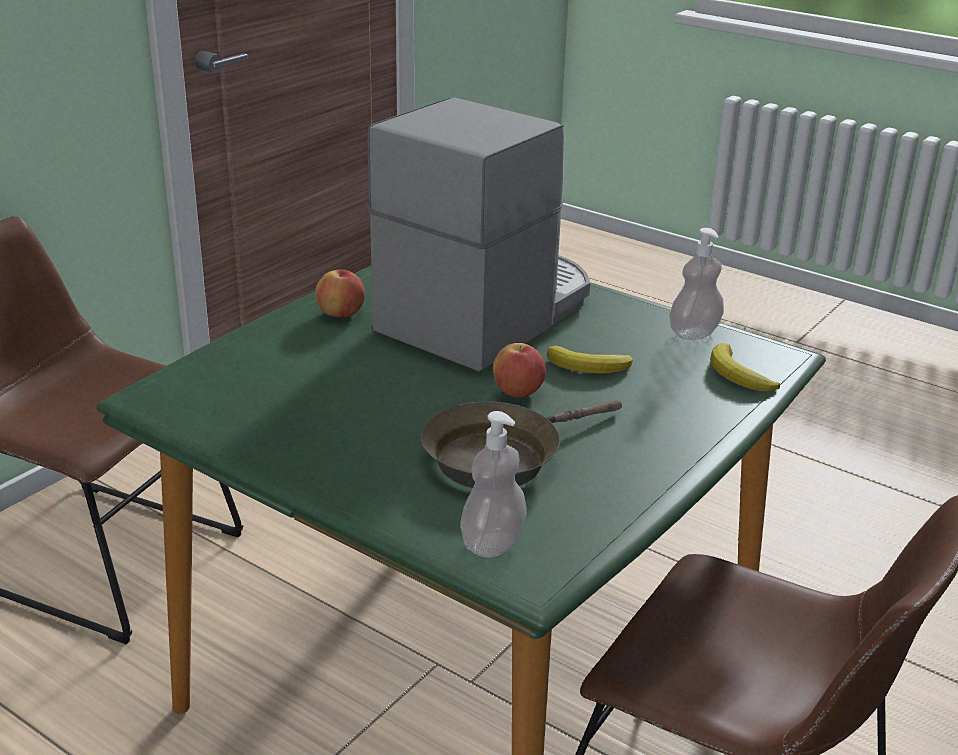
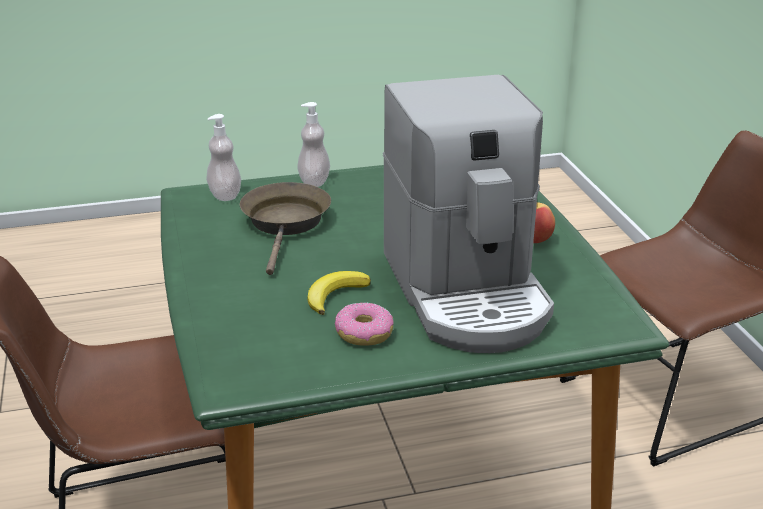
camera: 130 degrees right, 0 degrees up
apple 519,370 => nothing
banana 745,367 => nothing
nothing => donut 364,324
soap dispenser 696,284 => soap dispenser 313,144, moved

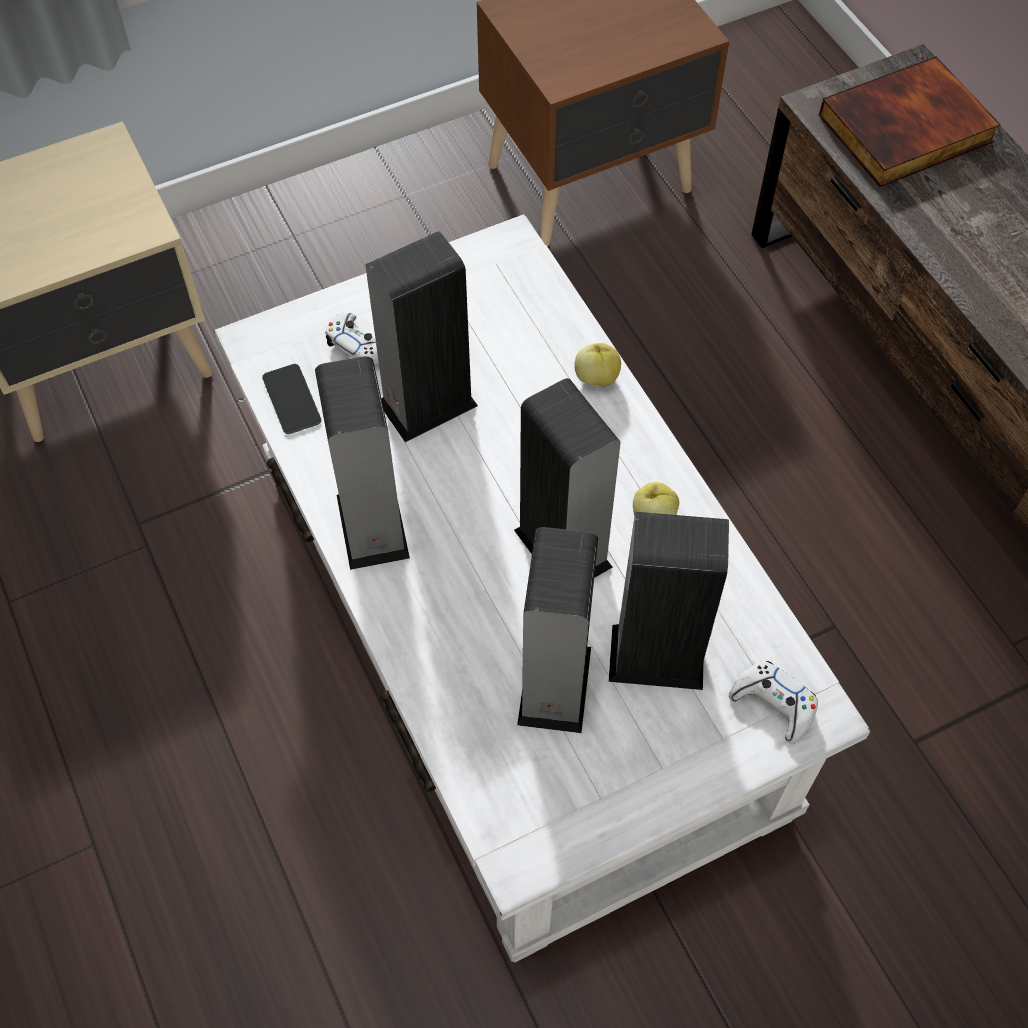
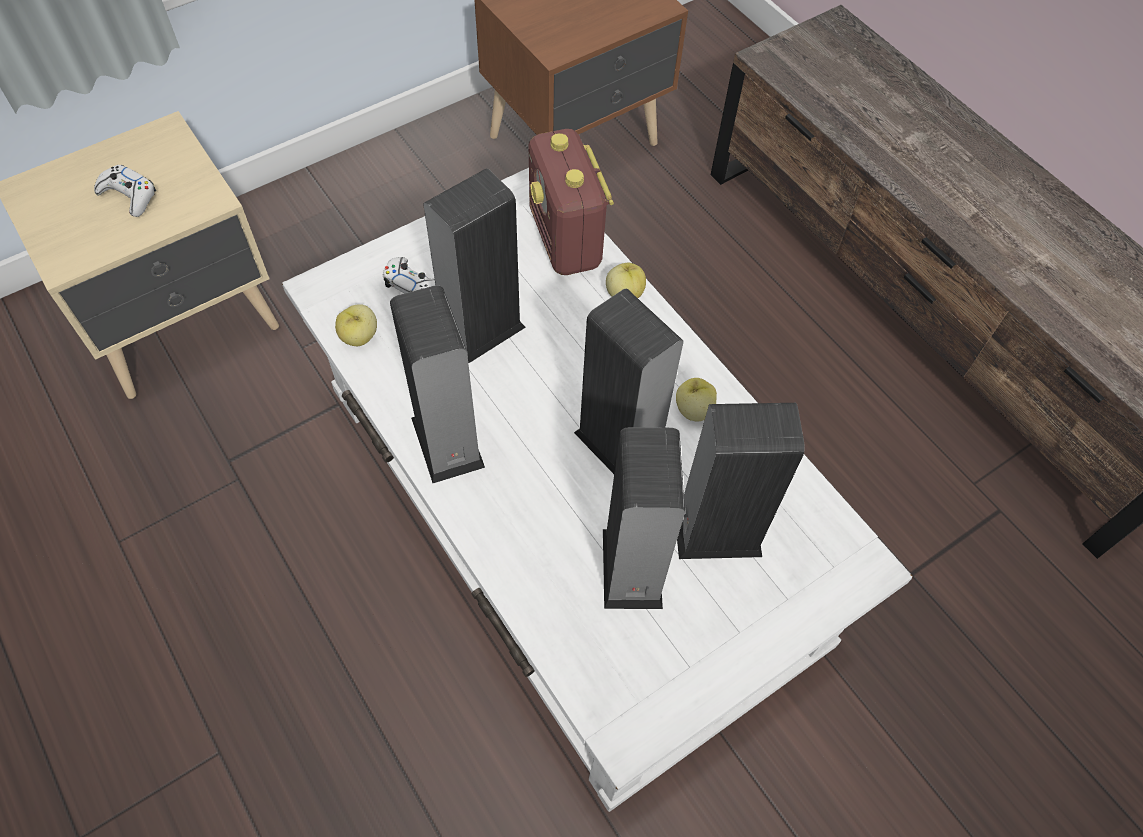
camera: 10 degrees left, 0 degrees up
book 910,121 => nothing
nothing => radio 571,202
game controller/white 773,702 => game controller/white 125,191, moved
phone 291,399 => apple 356,325

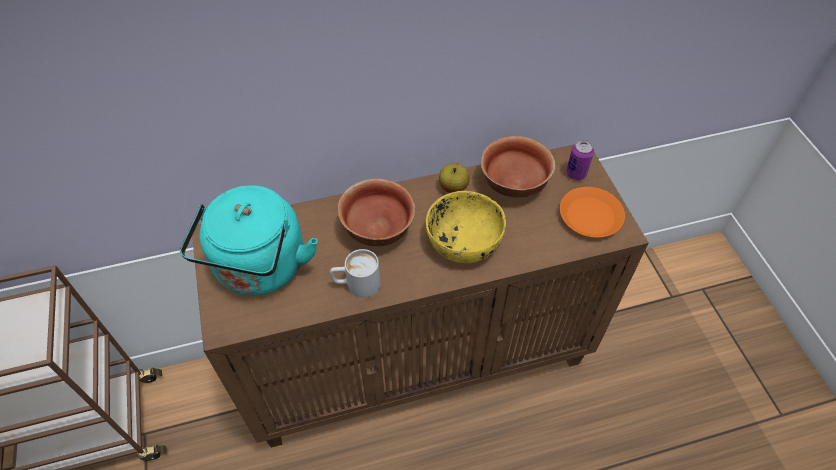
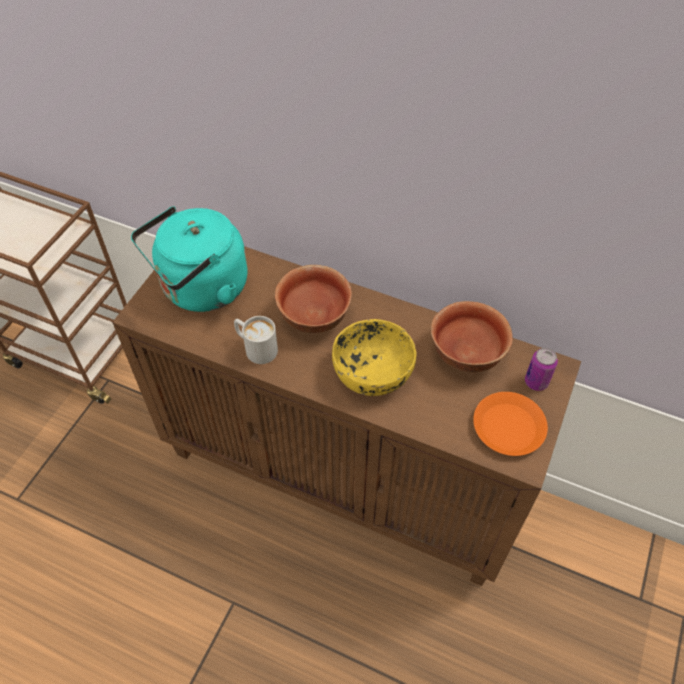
camera: 40 degrees right, 0 degrees up
apple 454,178 => nothing

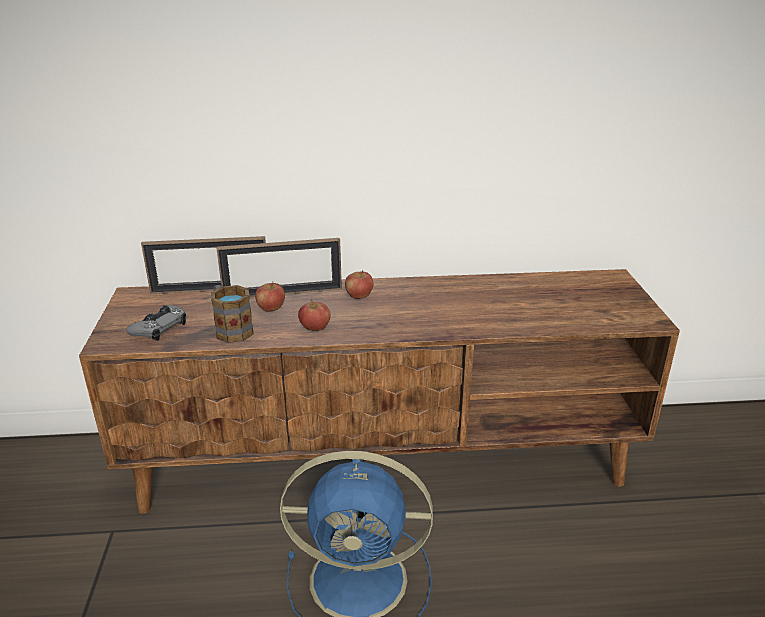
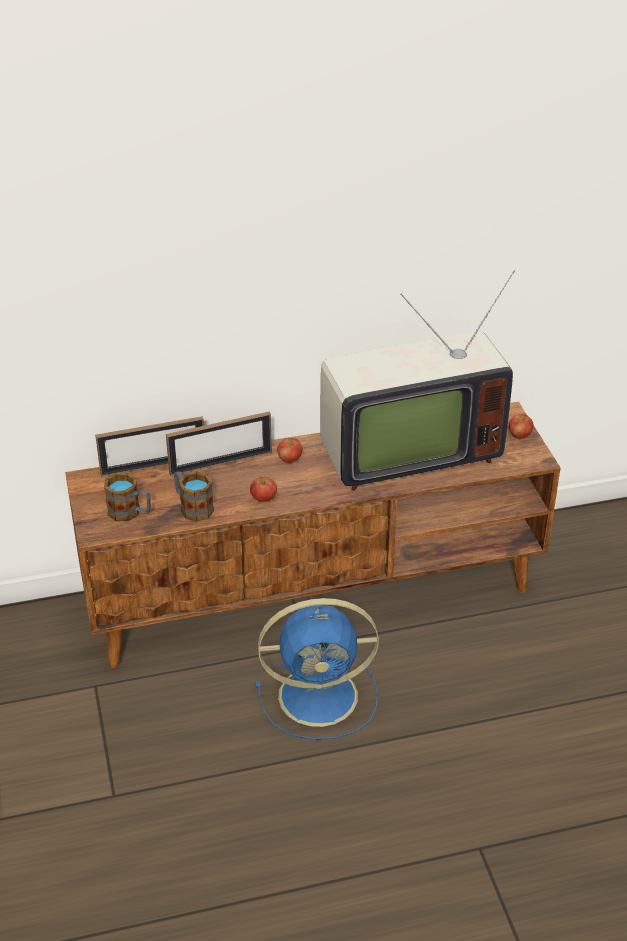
camera: 10 degrees left, 10 degrees up
nothing => television 418,380
apple 270,296 => apple 521,426, moved
game controller/grey 156,323 => mug 127,497

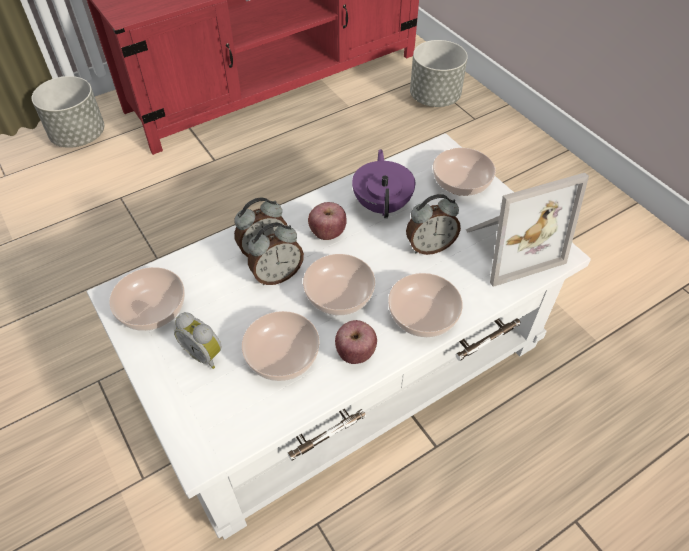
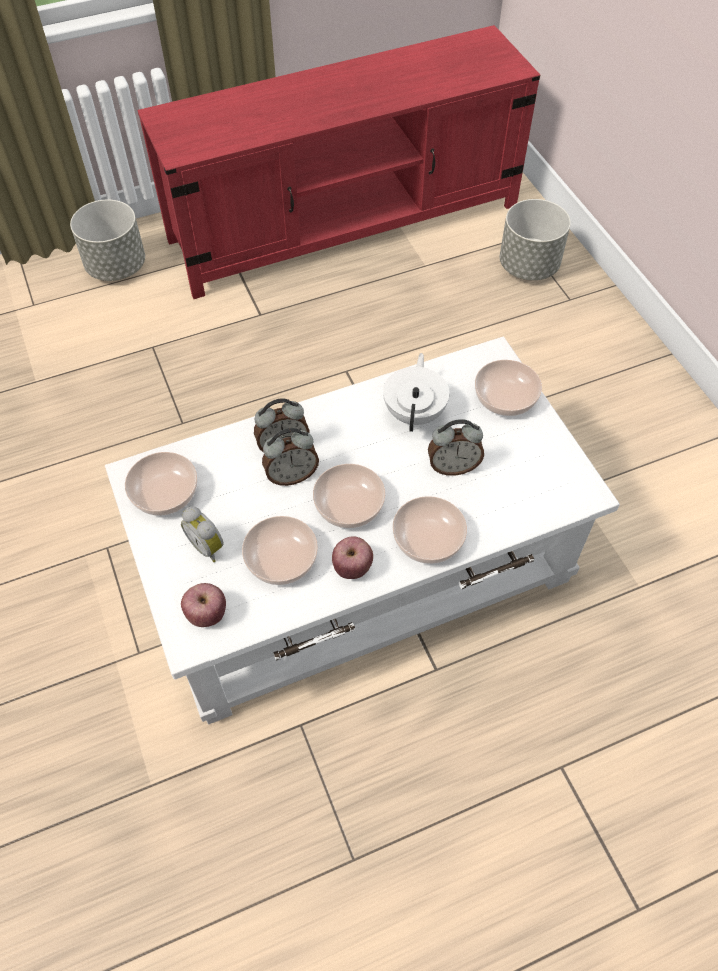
camera: 10 degrees right, 5 degrees up
picture frame 527,230 => nothing
apple 327,221 => apple 203,605, moved
teapot/purple 383,183 => teapot/white 416,392

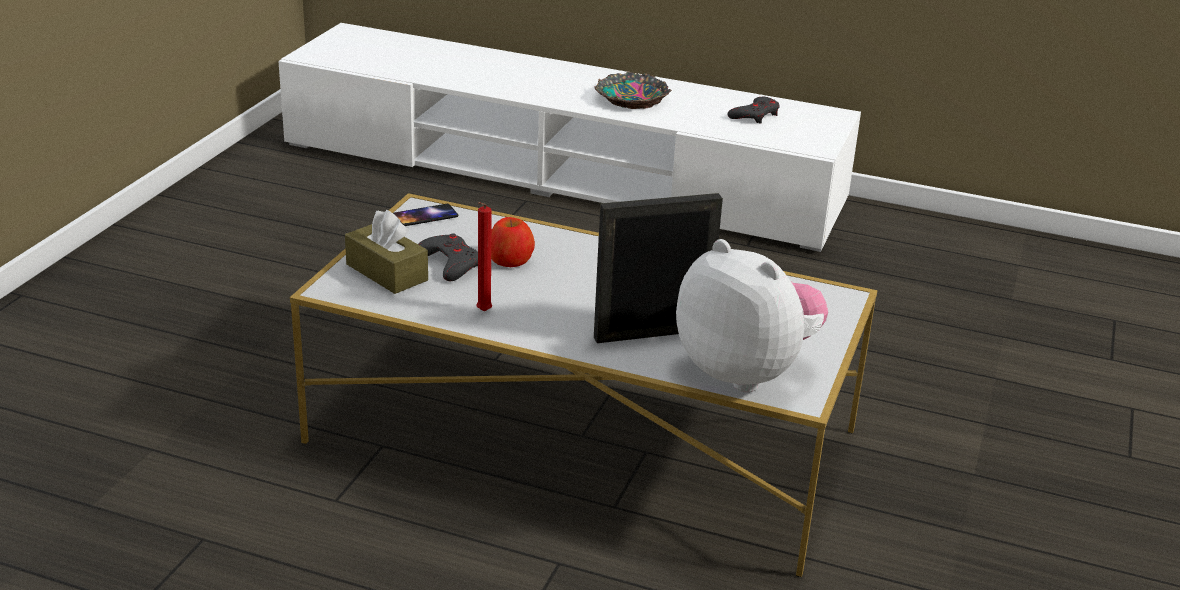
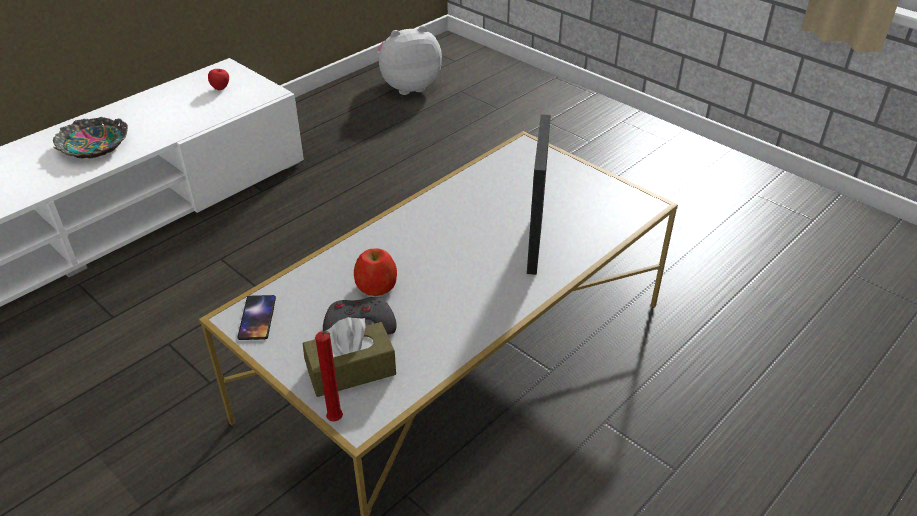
camera: 65 degrees left, 10 degrees up
game controller/grey 754,110 => nothing
nothing => apple 218,79
candle/red 484,257 => candle/red 329,376, moved
plush toy 752,316 => plush toy 409,60, moved

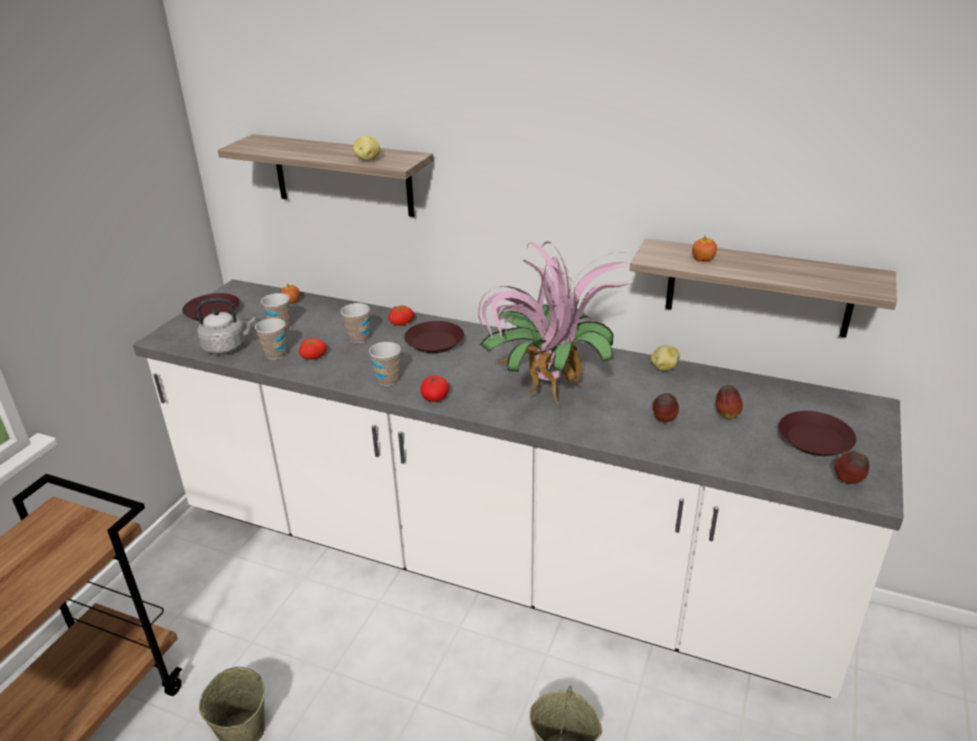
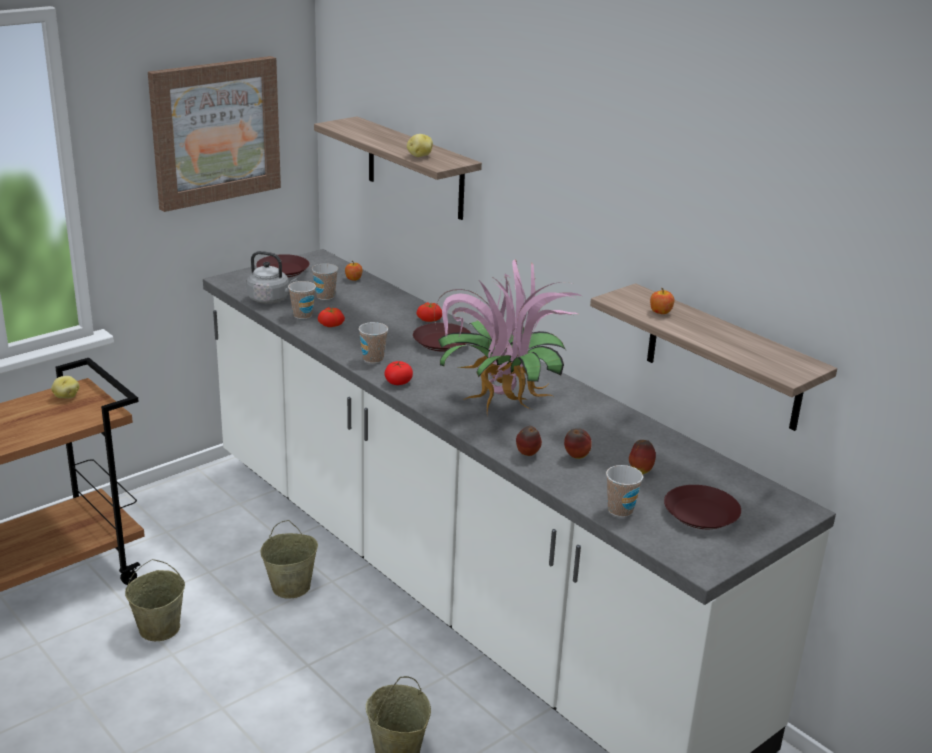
camera: 25 degrees right, 5 degrees down
nothing => picture 214,134
nothing => bucket/beige 289,559
cup 355,323 => cup 624,491, moved
potato 665,358 => potato 65,387, moved
apple 851,467 => apple 529,441, moved

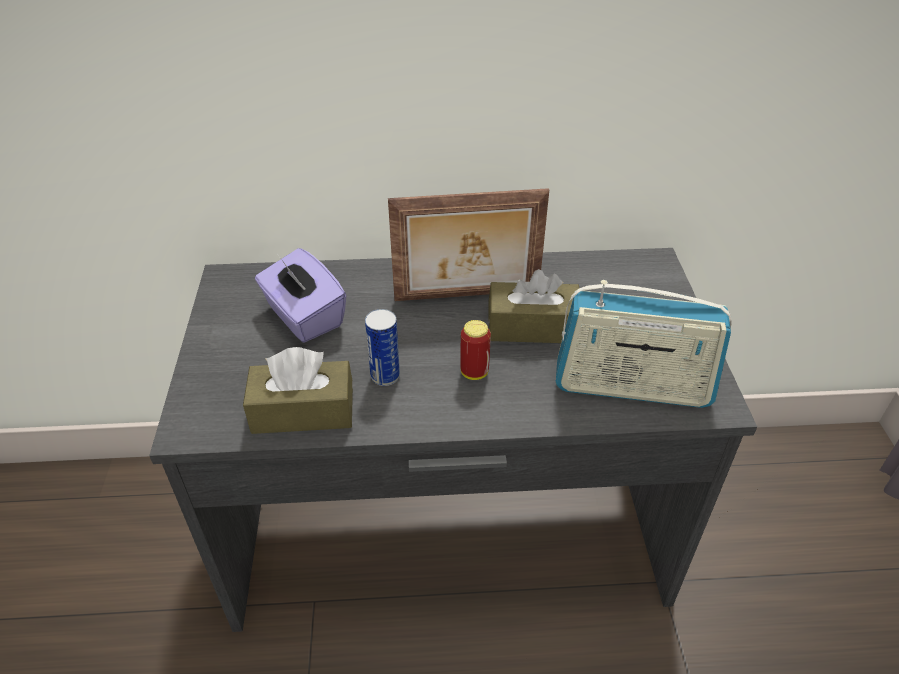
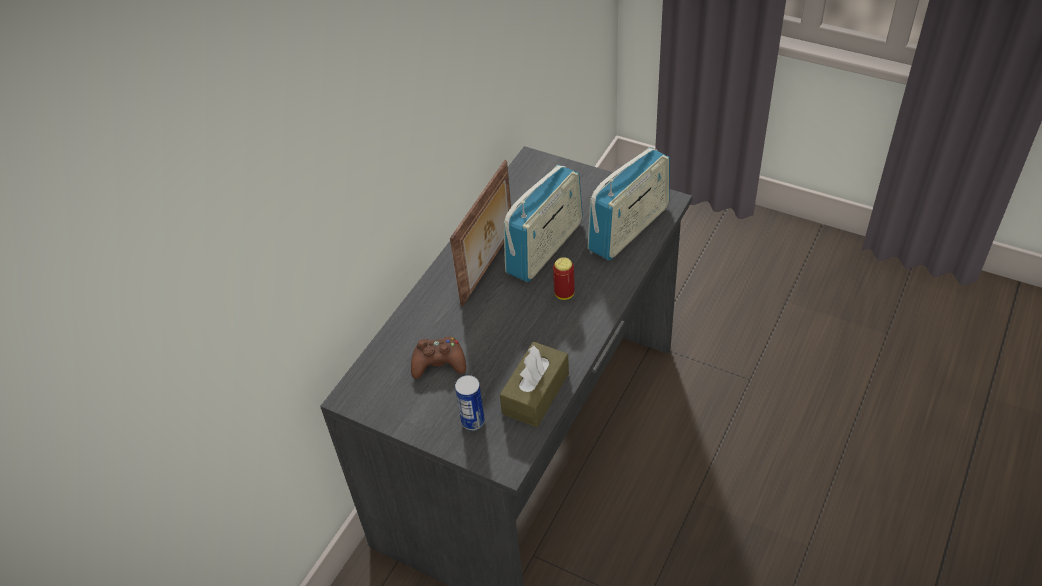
camera: 55 degrees left, 5 degrees up
can 382,347 => can 470,403, moved
tissue box/purple 301,295 => game controller/brown 438,358
tissue box/brown 533,306 => radio 543,223

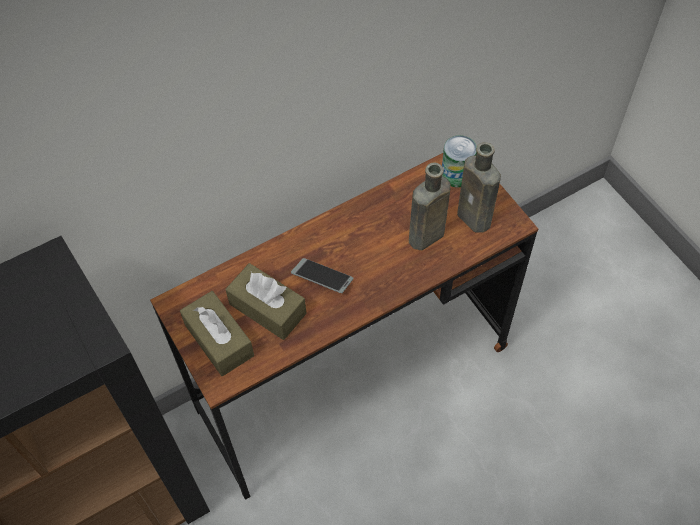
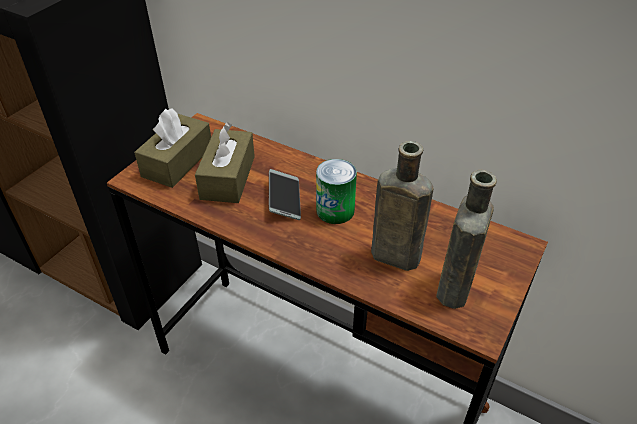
camera: 60 degrees right, 15 degrees down
can 459,161 => can 336,191, moved

